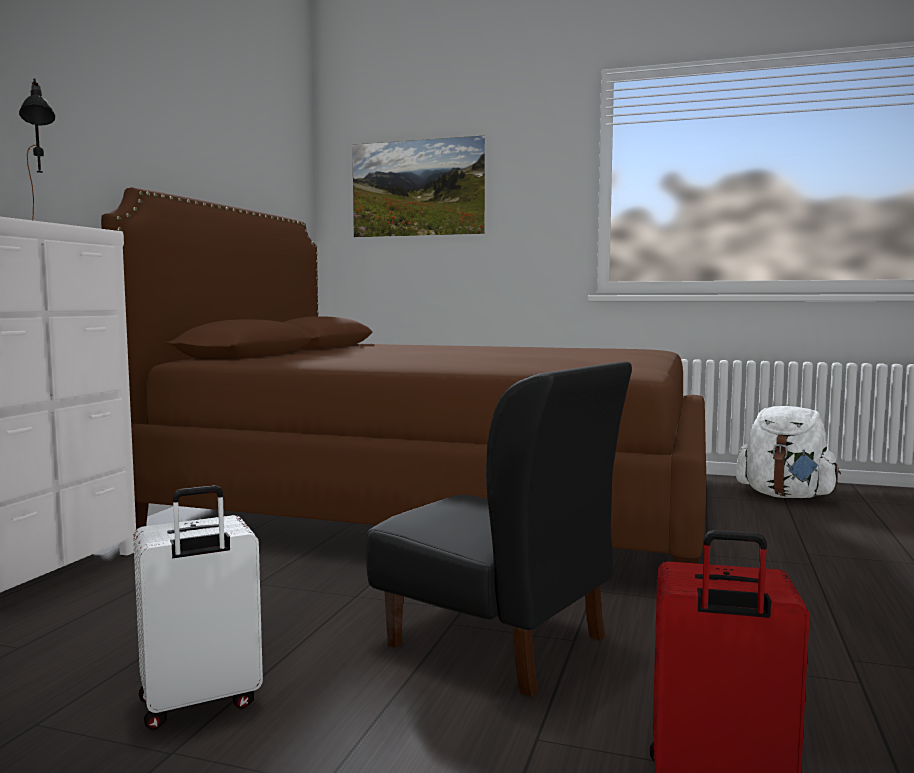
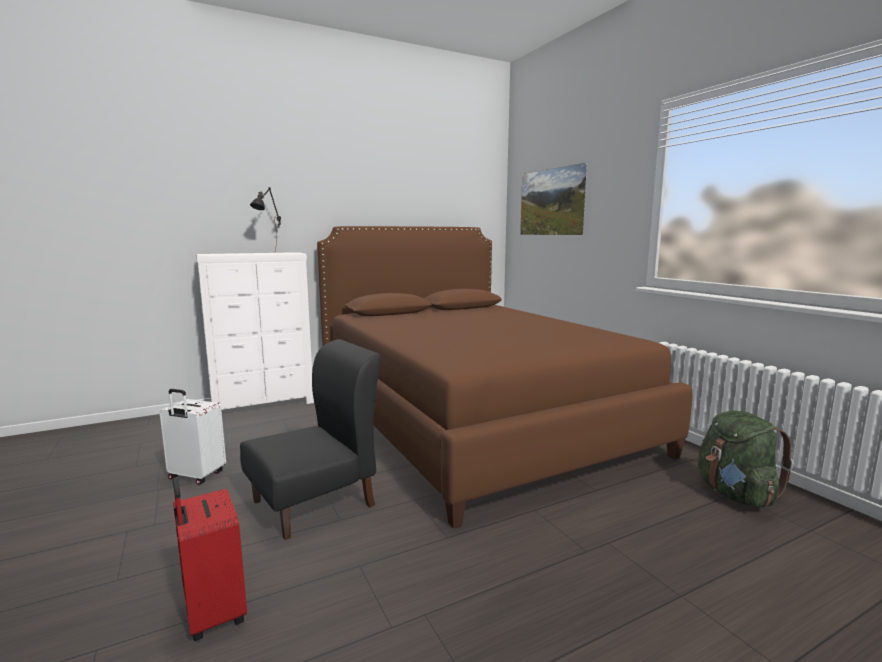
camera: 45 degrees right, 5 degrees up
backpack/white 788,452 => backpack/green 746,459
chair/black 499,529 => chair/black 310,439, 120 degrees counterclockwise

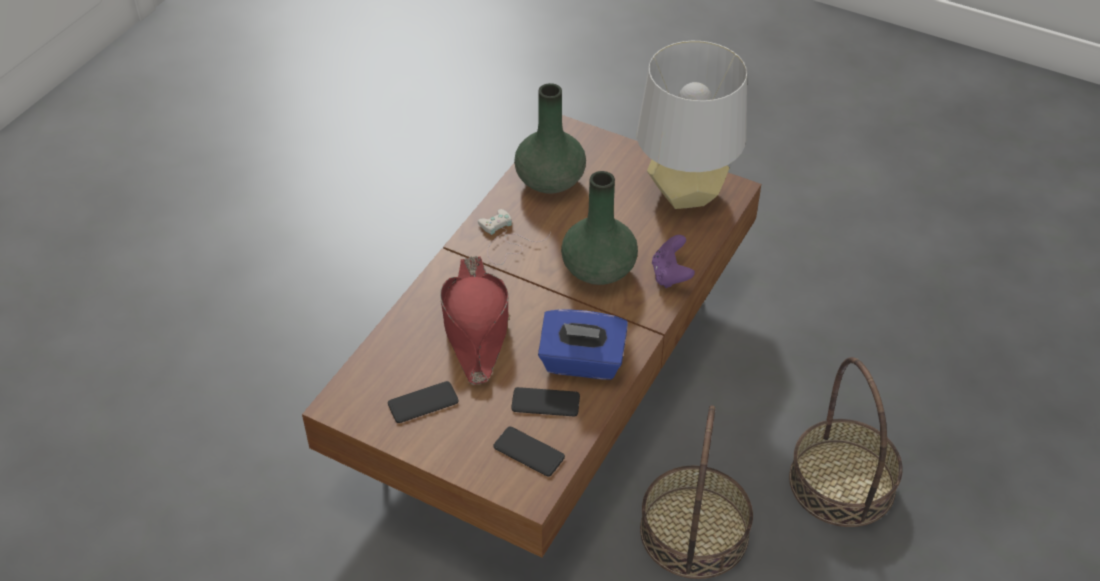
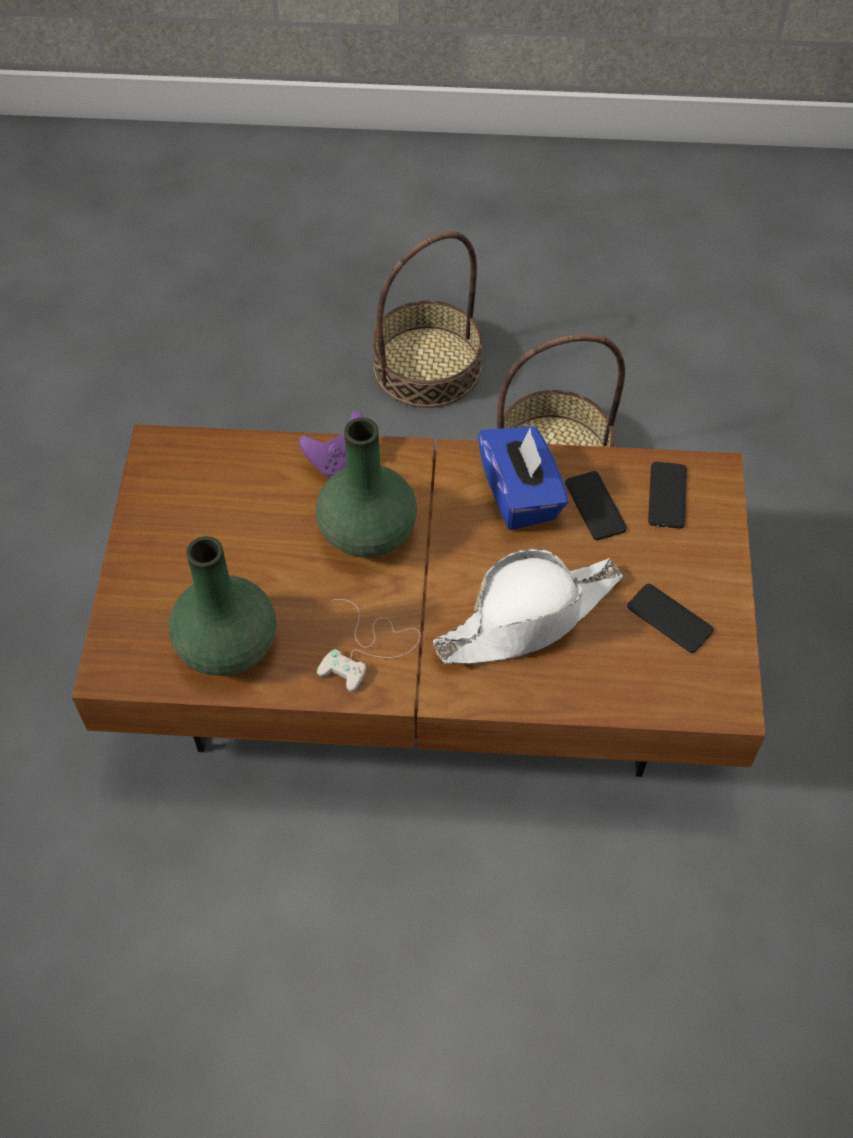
camera: 115 degrees left, 10 degrees up
table lamp/grey 692,125 => nothing
hat/red 475,320 => hat/white 528,606

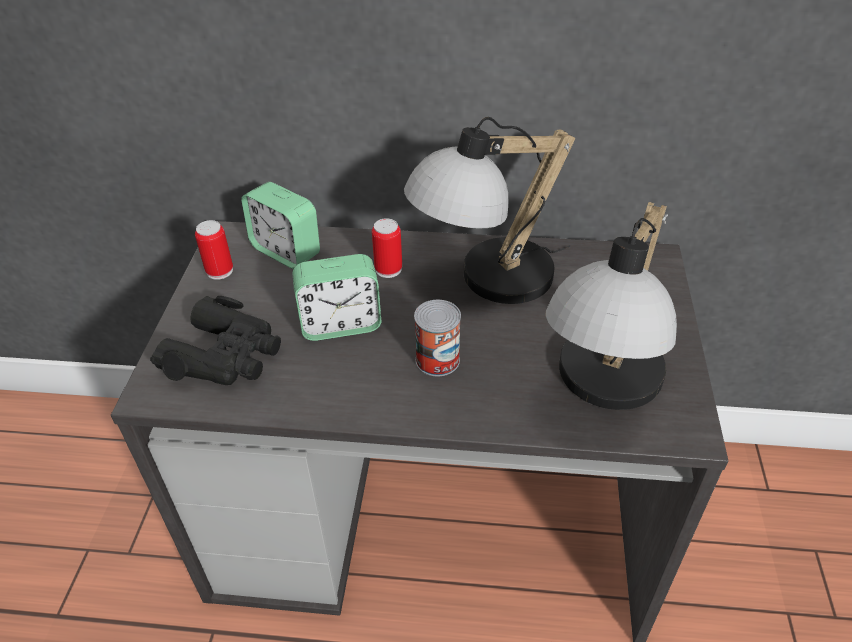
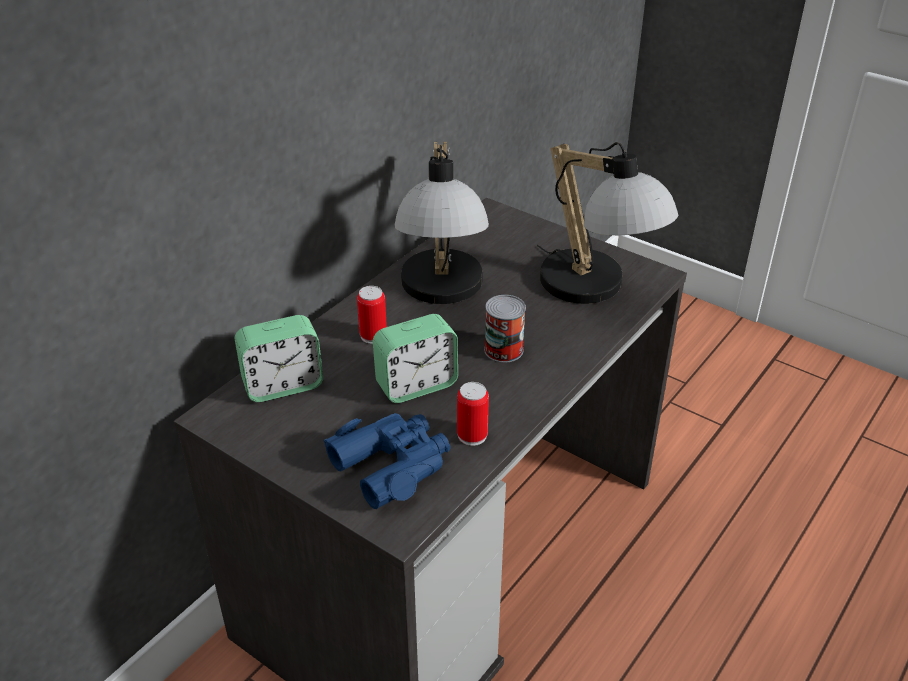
camera: 60 degrees left, 5 degrees down
can 214,250 => can 473,414, moved
binoculars/black 215,340 => binoculars/blue 387,461
alarm clock 336,297 => alarm clock 415,358, 45 degrees clockwise

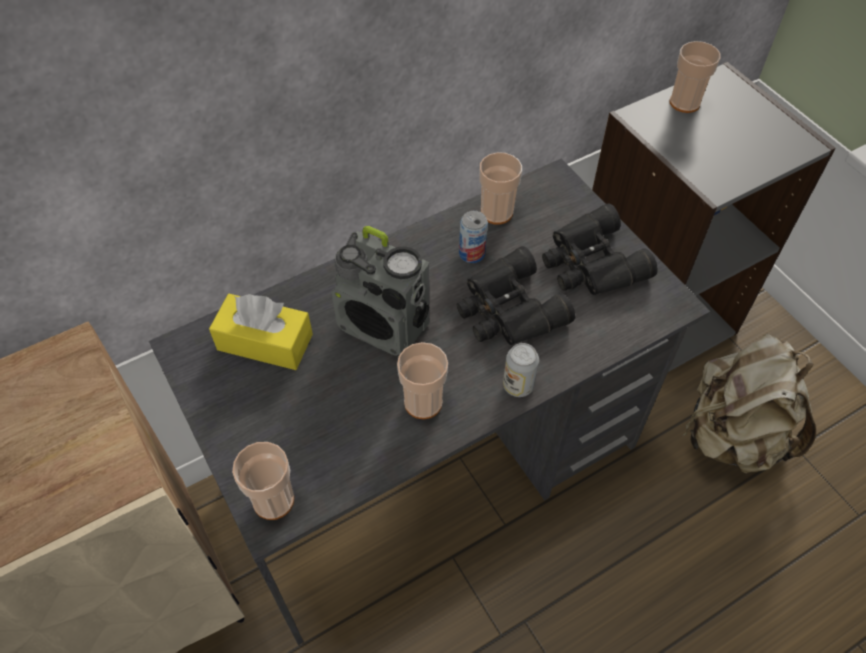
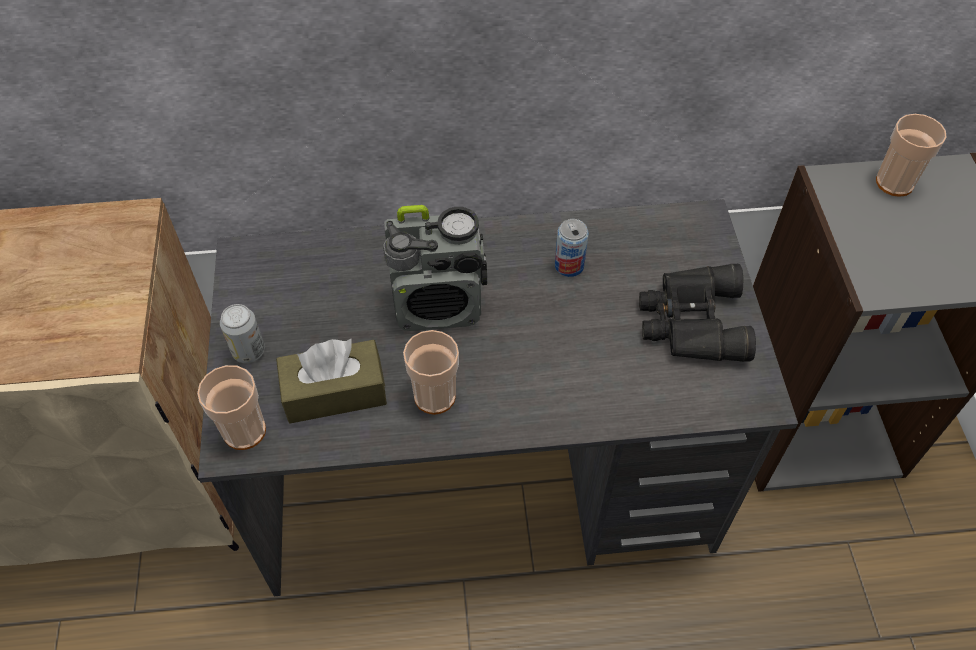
camera: 25 degrees right, 0 degrees up
tissue box/yellow 261,332 => nothing
binoculars/black 516,295 => nothing
cup 500,188 => nothing
backpack/beige 749,404 => nothing
nothing => tissue box/brown 331,380
can 521,370 => can 242,333, moved
radio 380,291 => radio 435,268, 60 degrees counterclockwise

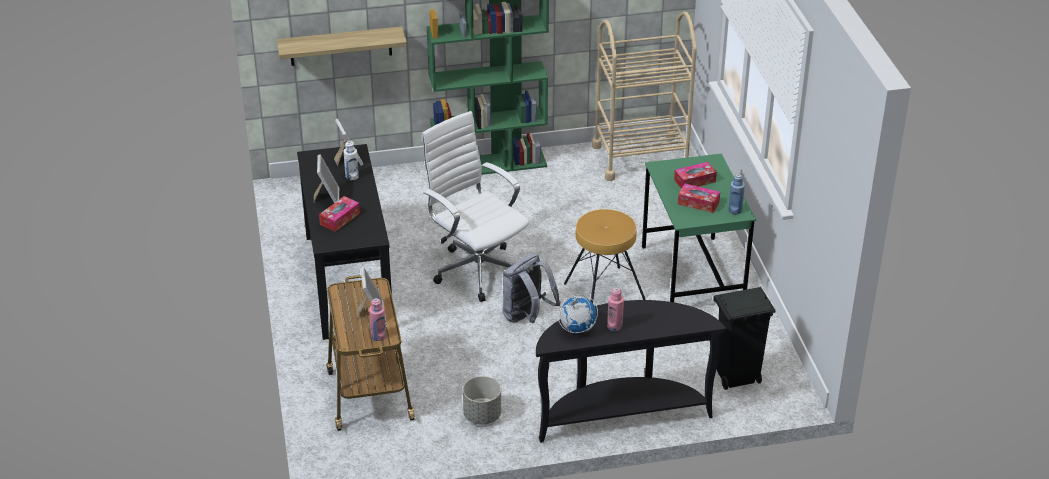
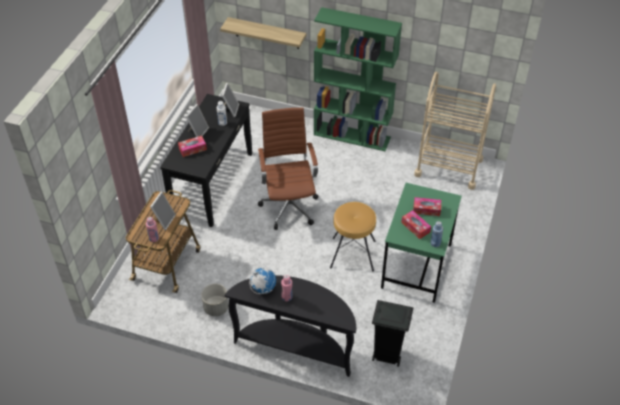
camera: 30 degrees right, 10 degrees up
backpack/grey 532,288 => nothing
office chair/white 475,206 => office chair/brown 288,169

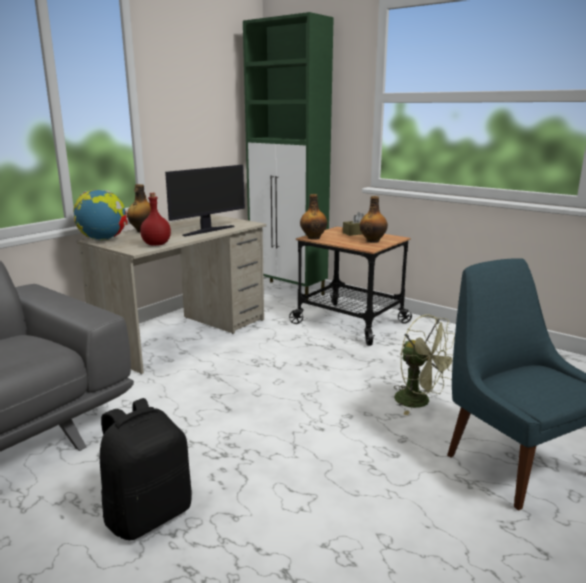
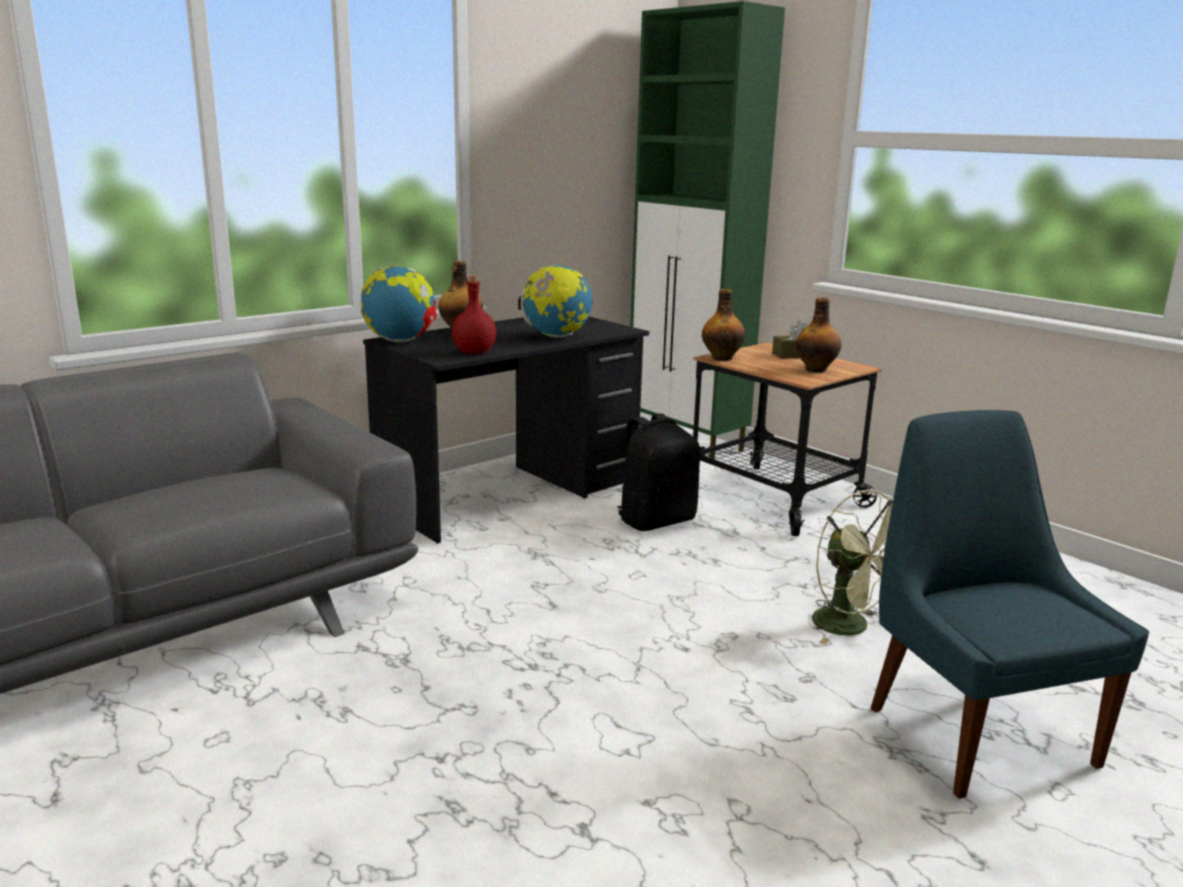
camera: 10 degrees right, 0 degrees up
backpack/black 146,469 => backpack/black 658,472, moved
monitor 205,200 => globe 555,301
desk/beige 171,294 => desk/black 506,430

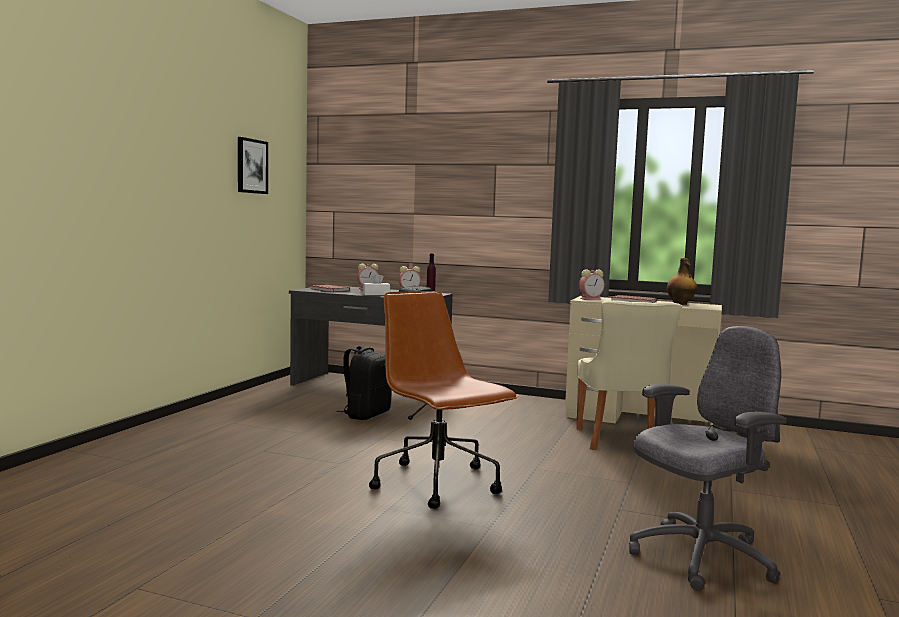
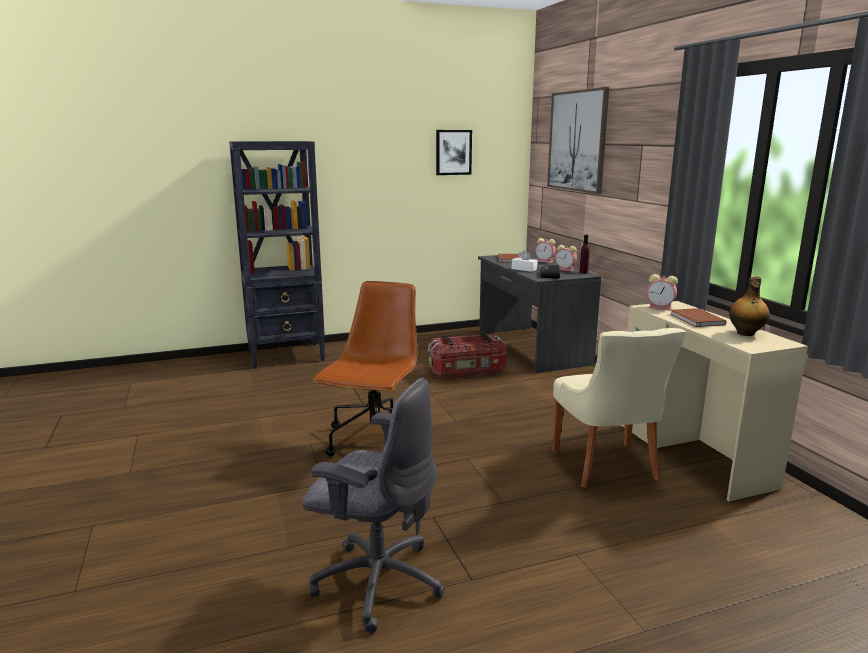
camera: 50 degrees right, 10 degrees up
nothing => bookcase/black 277,255
nothing => picture 578,140
backpack/black 363,383 => storage box 467,356
chair/beige 629,375 => chair/beige 619,408, 60 degrees counterclockwise

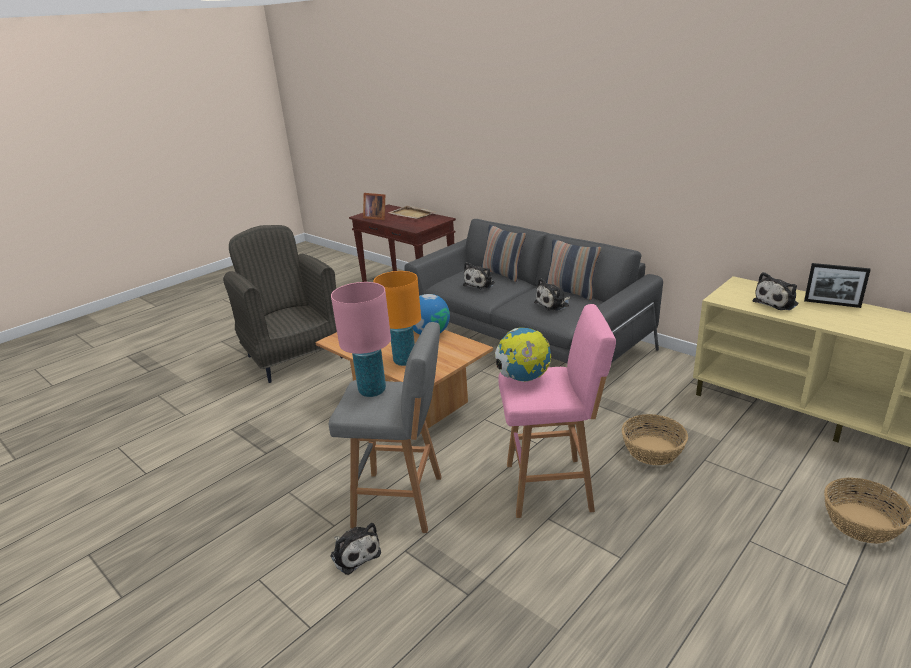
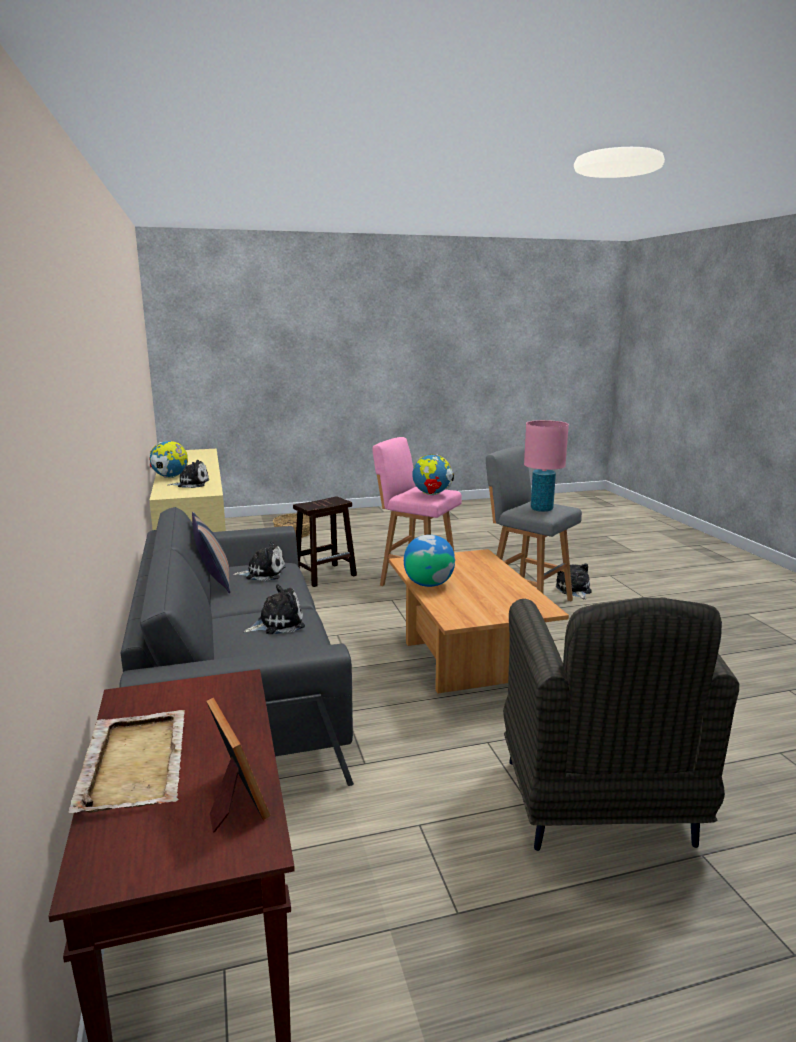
camera: 150 degrees left, 10 degrees down
table lamp/orange 397,318 => nothing
pillow 503,253 => nothing
basket 655,439 => stool/brown 325,541
picture frame 837,285 => globe 168,459

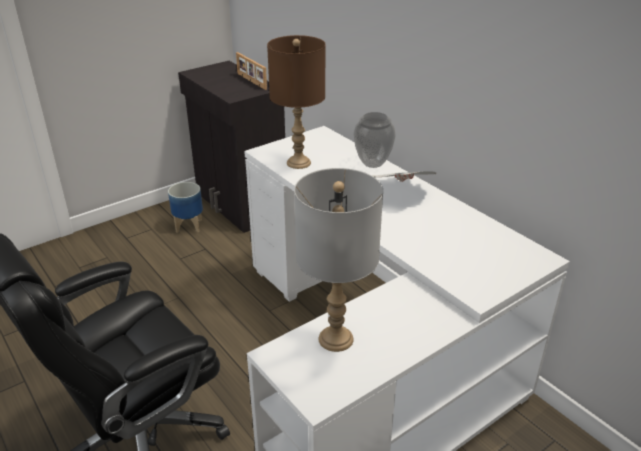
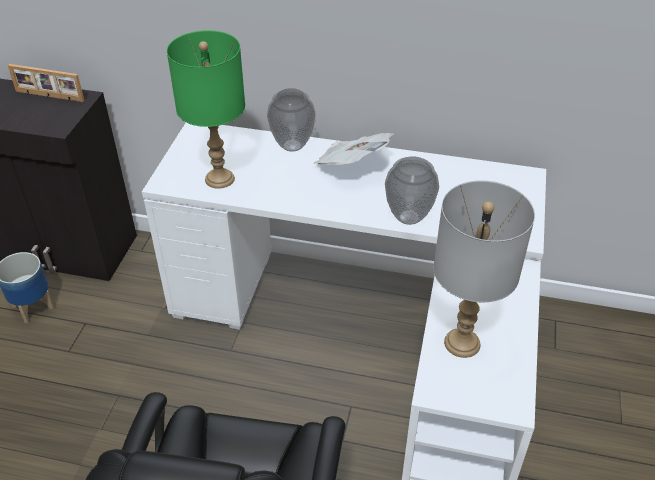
camera: 40 degrees left, 10 degrees up
nothing => vase 412,190
table lamp/brown 296,102 => table lamp/green 206,109

